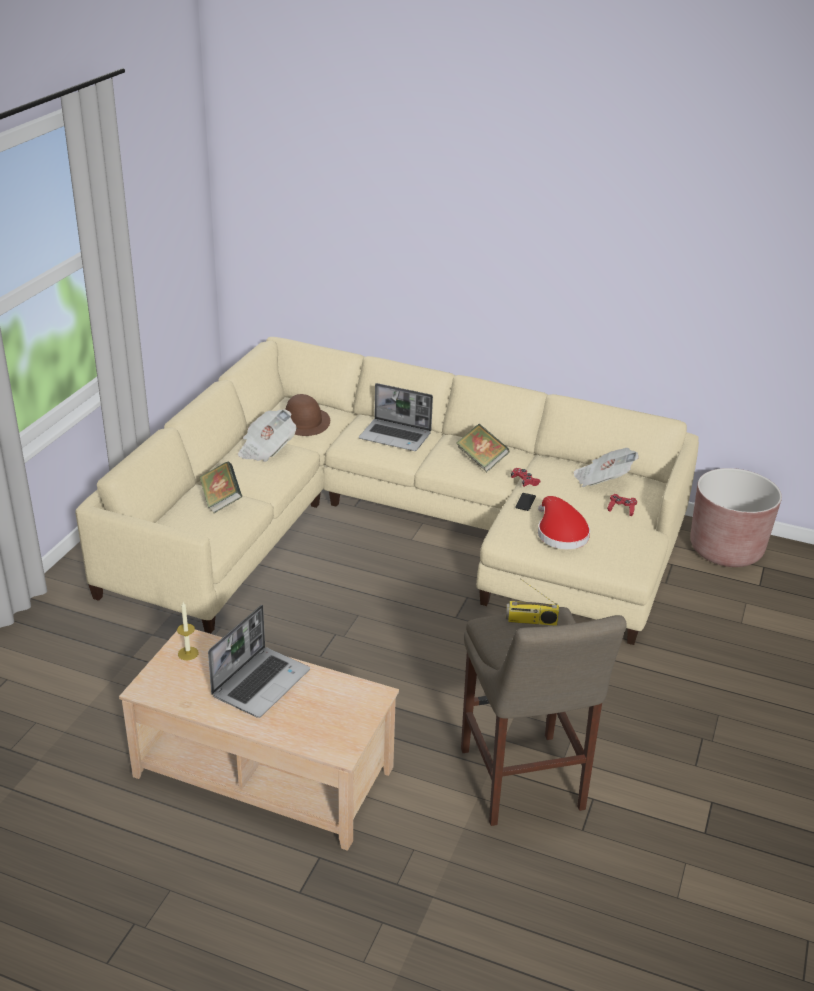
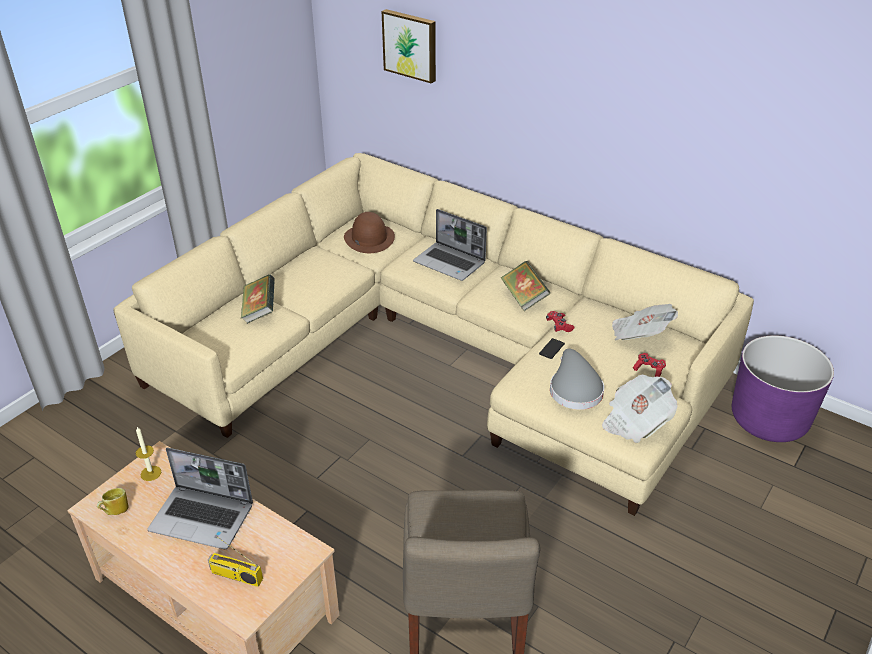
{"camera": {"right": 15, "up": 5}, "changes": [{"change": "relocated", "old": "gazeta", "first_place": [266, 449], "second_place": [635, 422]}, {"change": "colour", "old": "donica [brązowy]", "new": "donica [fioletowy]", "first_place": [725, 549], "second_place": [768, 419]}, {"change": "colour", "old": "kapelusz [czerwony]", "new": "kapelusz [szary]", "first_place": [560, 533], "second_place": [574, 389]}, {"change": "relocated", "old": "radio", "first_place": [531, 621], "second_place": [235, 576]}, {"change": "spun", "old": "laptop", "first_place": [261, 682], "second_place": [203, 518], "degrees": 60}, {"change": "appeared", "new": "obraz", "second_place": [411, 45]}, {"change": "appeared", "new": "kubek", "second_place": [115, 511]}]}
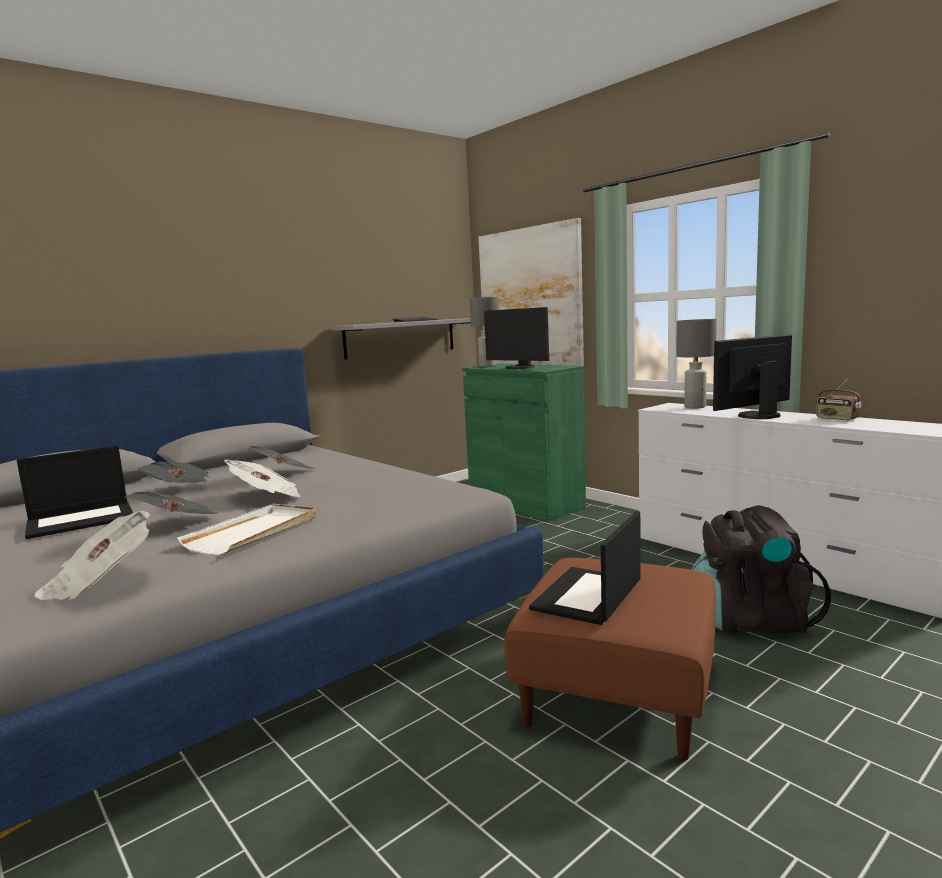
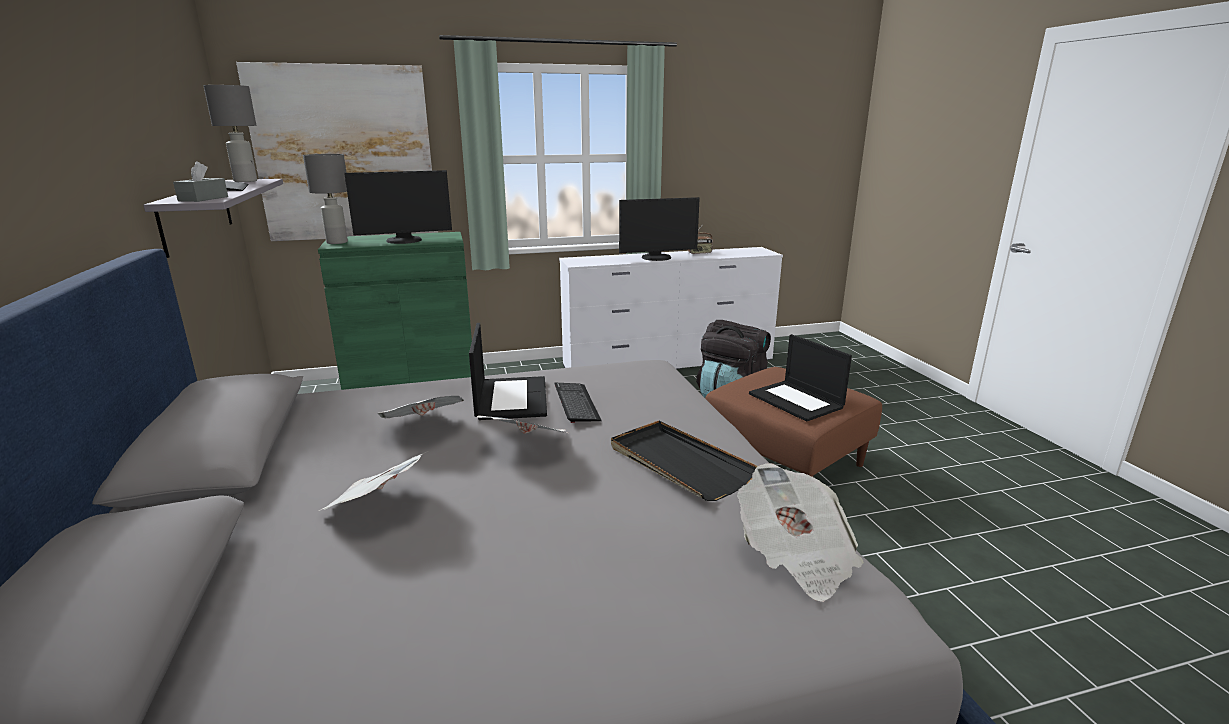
{"camera": {"right": -65, "up": 10}, "changes": [{"change": "relocated", "old": "lampa stołowa [szary]", "first_place": [694, 407], "second_place": [245, 181]}, {"change": "spun", "old": "monitor", "first_place": [757, 415], "second_place": [657, 258], "degrees": -105}, {"change": "relocated", "old": "laptop", "first_place": [82, 520], "second_place": [510, 398]}, {"change": "missing", "old": "gazeta", "first_place": [179, 525]}, {"change": "colour", "old": "taca [biały]", "new": "taca [czarny]", "first_place": [254, 532], "second_place": [679, 463]}, {"change": "appeared", "new": "pudełko chusteczek [szary]", "second_place": [203, 199]}, {"change": "appeared", "new": "klawiatura", "second_place": [576, 403]}]}
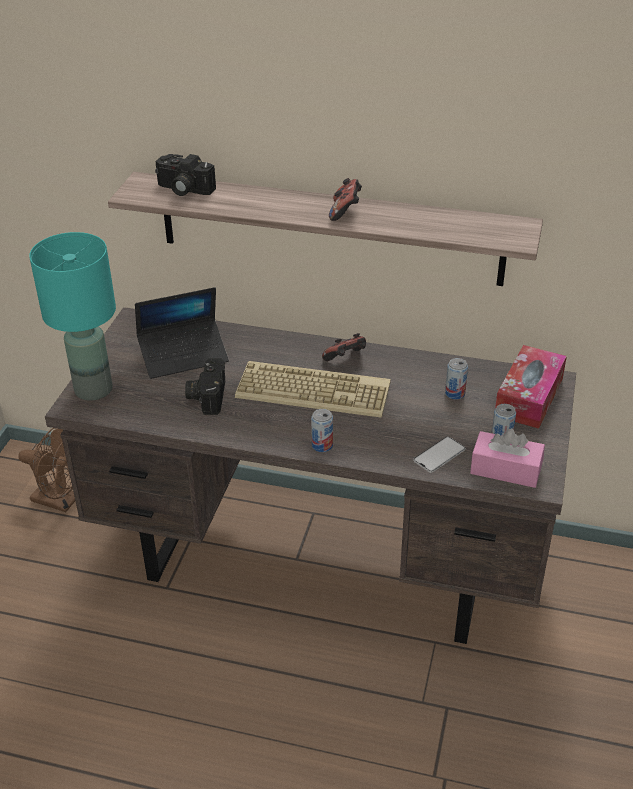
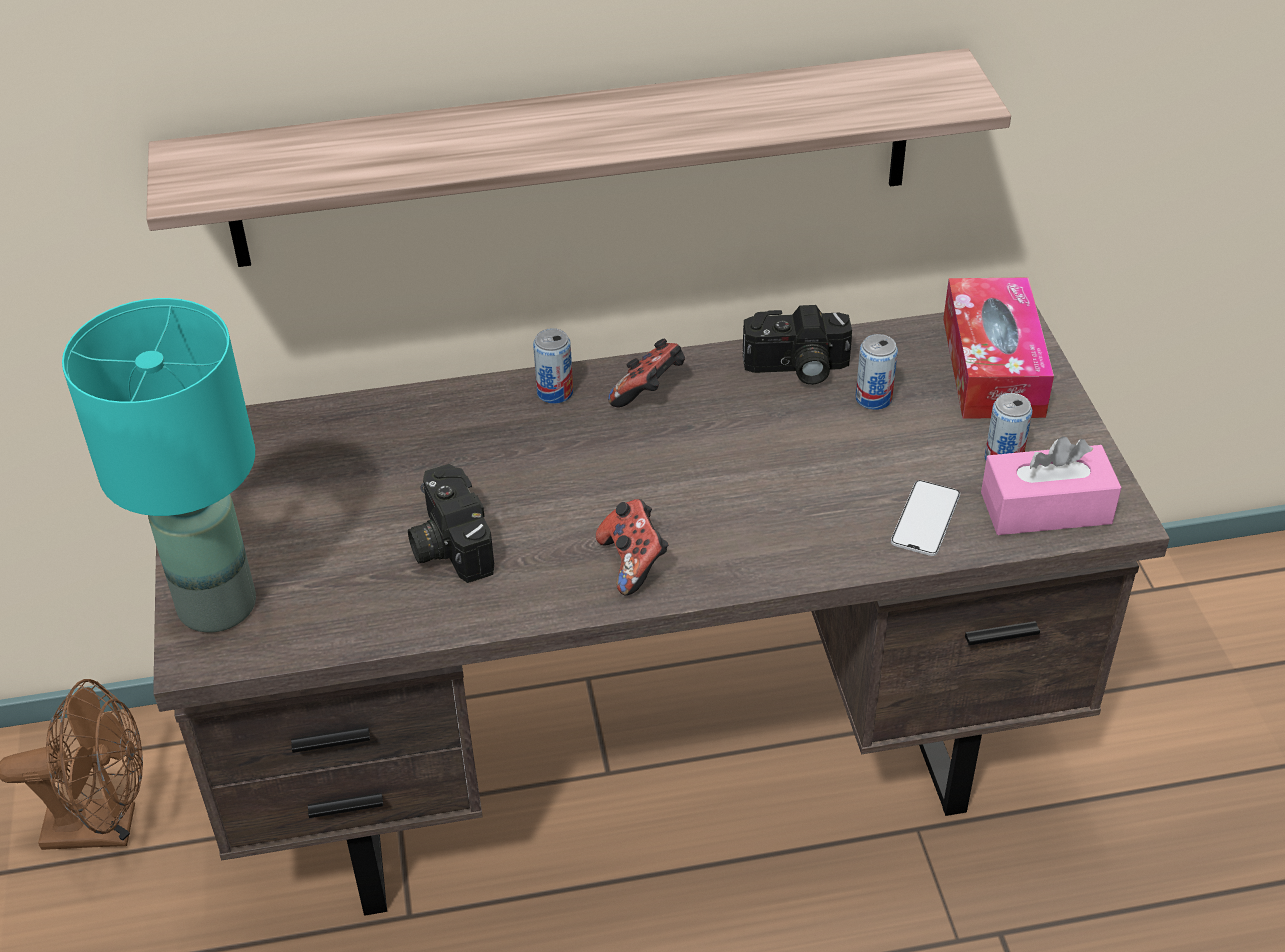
{"camera": {"right": -25, "up": 5}, "changes": [{"change": "relocated", "old": "aparat fotograficzny", "first_place": [183, 189], "second_place": [796, 368]}, {"change": "relocated", "old": "pad do gier", "first_place": [345, 212], "second_place": [633, 563]}, {"change": "missing", "old": "laptop", "first_place": [183, 355]}, {"change": "missing", "old": "klawiatura", "first_place": [315, 389]}, {"change": "relocated", "old": "puszka", "first_place": [322, 445], "second_place": [555, 392]}]}
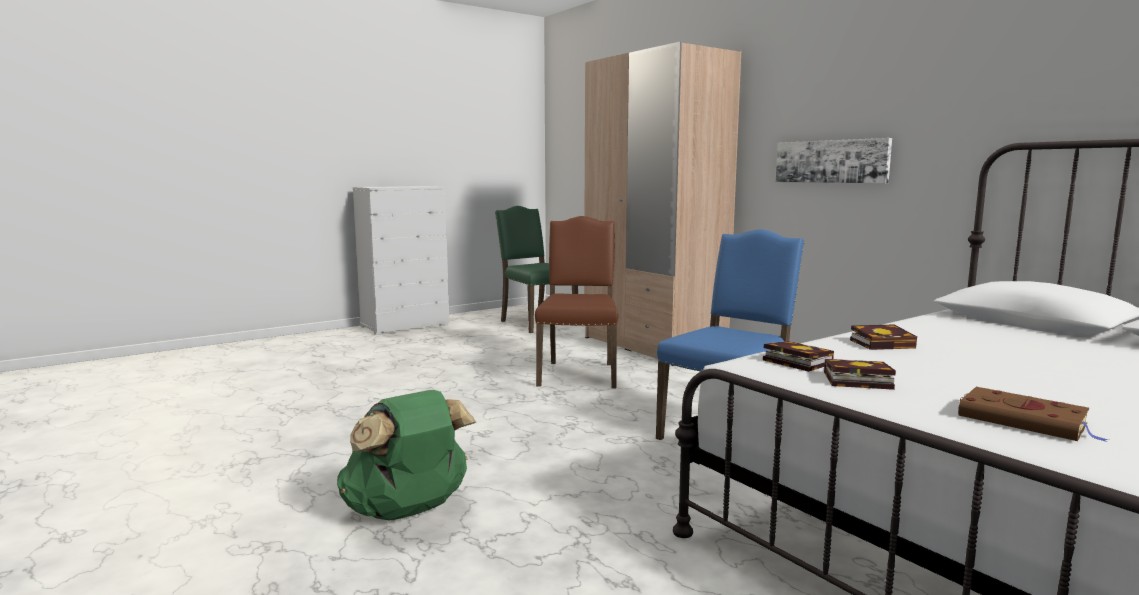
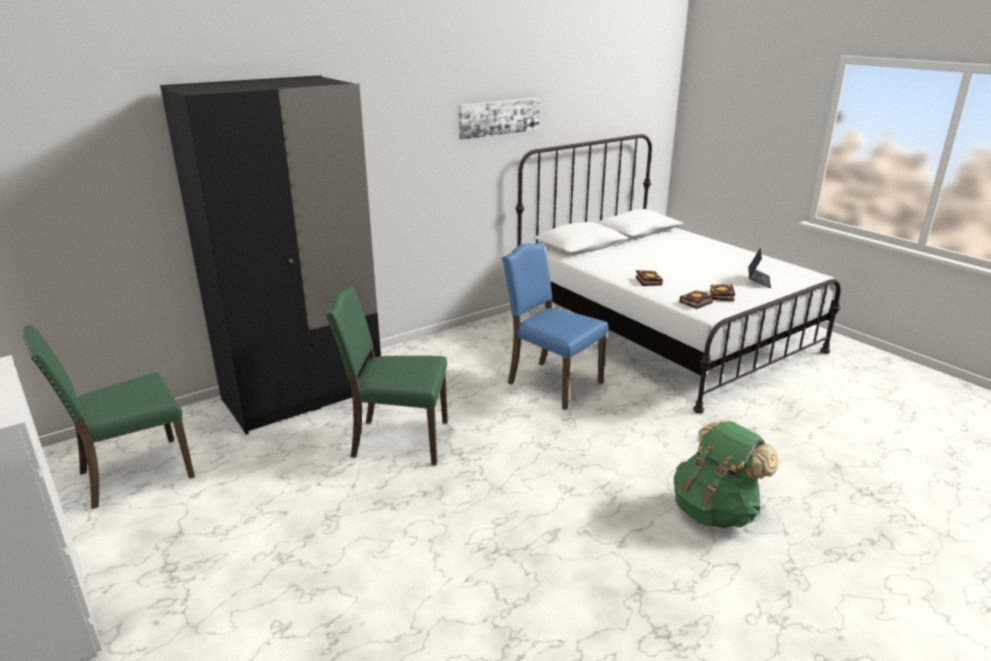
{"camera": {"right": -90, "up": 15}, "changes": [{"change": "colour", "old": "szafa [beżowy]", "new": "szafa [czarny]", "first_place": [653, 345], "second_place": [303, 394]}, {"change": "relocated", "old": "obraz", "first_place": [831, 161], "second_place": [499, 117]}, {"change": "colour", "old": "krzesło [brązowy]", "new": "krzesło [zielony]", "first_place": [579, 373], "second_place": [397, 440]}, {"change": "exchanged", "old": "książka [brązowy]", "new": "laptop", "first_place": [1025, 421], "second_place": [758, 281]}]}
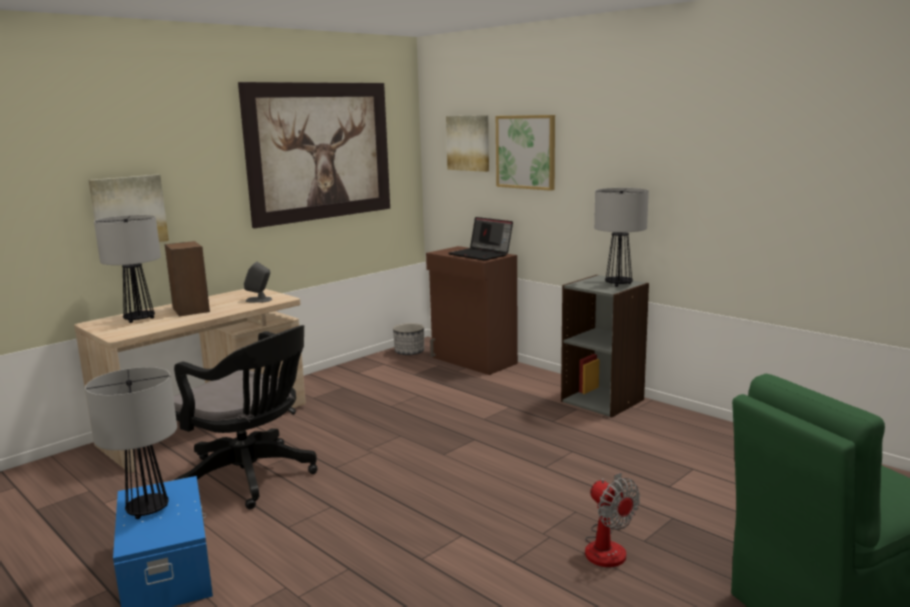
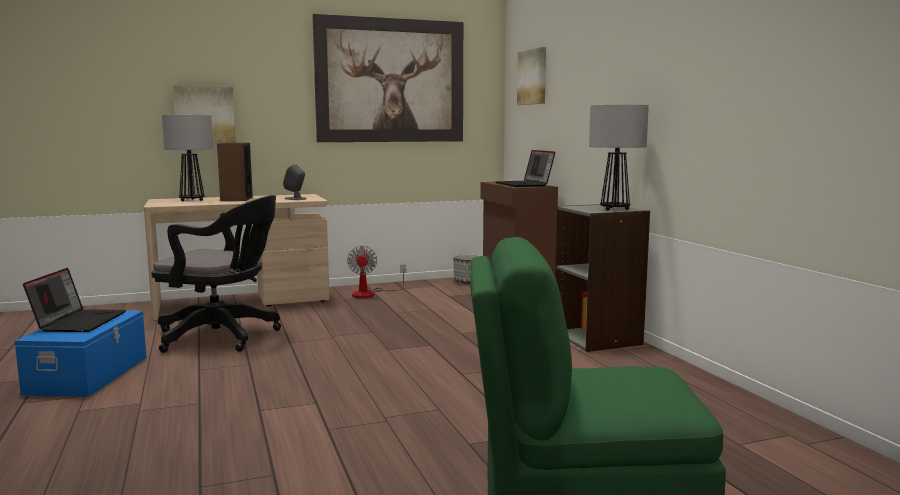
{"camera": {"right": 25, "up": -5}, "changes": [{"change": "missing", "old": "obraz", "first_place": [526, 152]}, {"change": "spun", "old": "krzesło biurowe [czarny]", "first_place": [252, 477], "second_place": [223, 337], "degrees": -45}, {"change": "exchanged", "old": "lampa stołowa", "new": "laptop", "first_place": [147, 510], "second_place": [79, 321]}, {"change": "relocated", "old": "wentylator", "first_place": [608, 546], "second_place": [370, 293]}]}
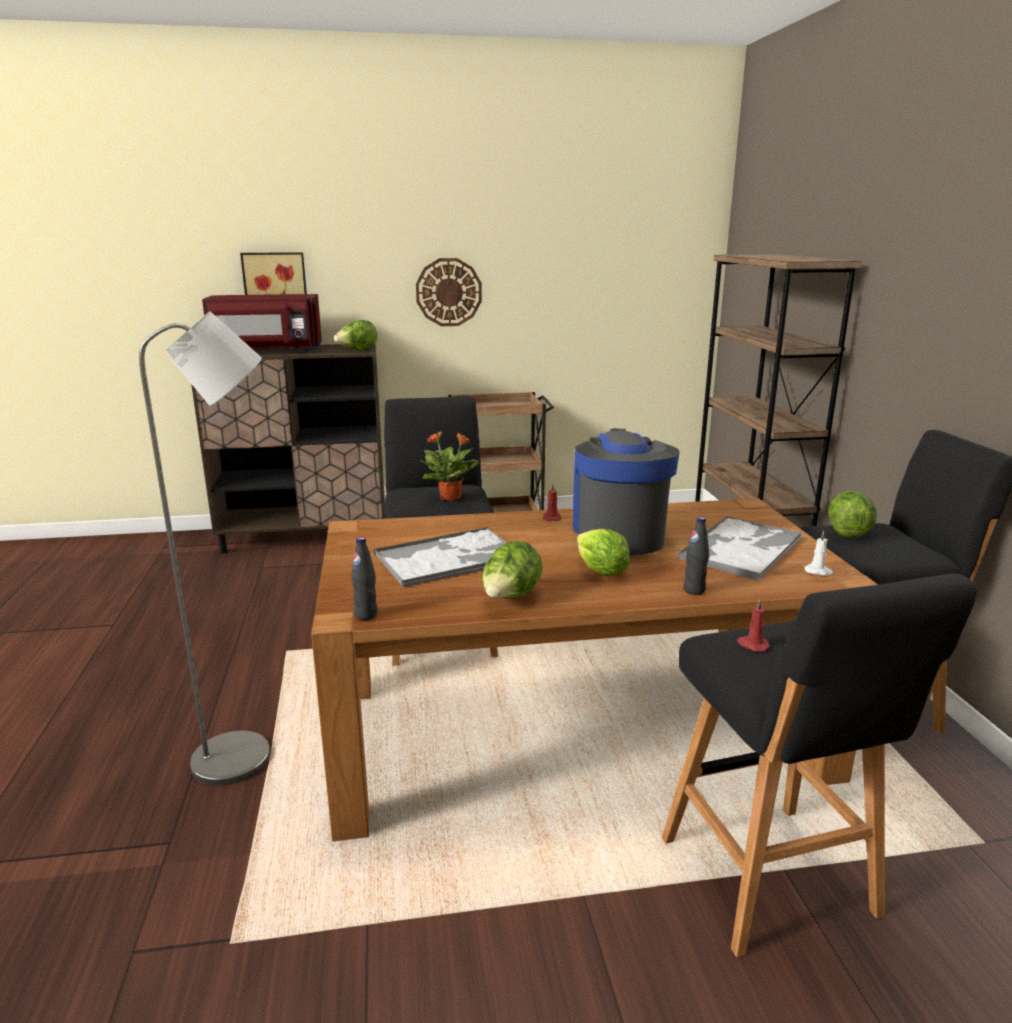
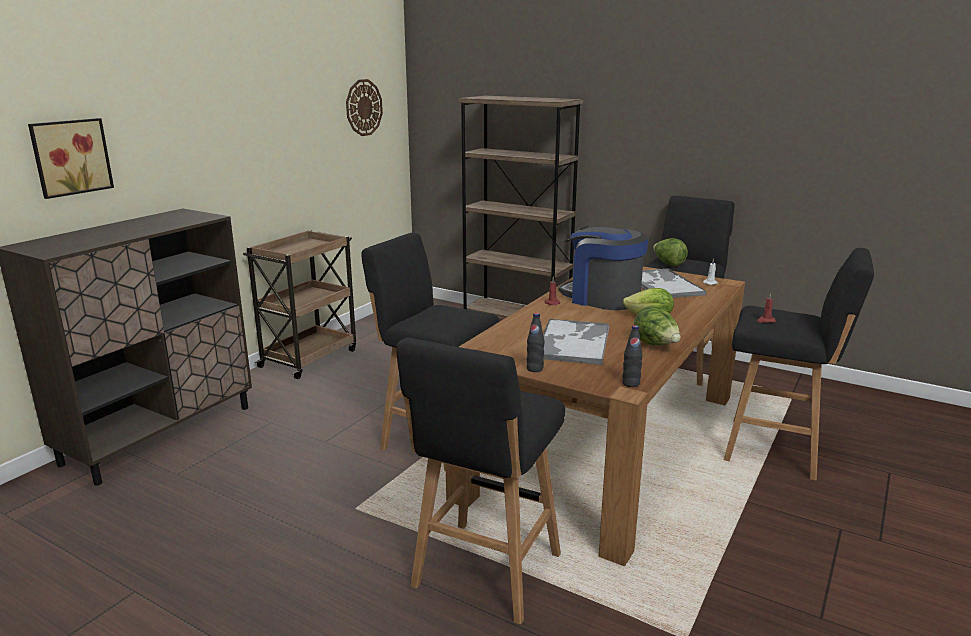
{"camera": {"right": -50, "up": 0}, "changes": [{"change": "relocated", "old": "zegar ścienny", "first_place": [448, 292], "second_place": [363, 107]}, {"change": "missing", "old": "mikrofalówka [czerwony]", "first_place": [266, 351]}, {"change": "exchanged", "old": "lampa stojąca [szary]", "new": "stołek [czarny]", "first_place": [247, 757], "second_place": [485, 573]}, {"change": "missing", "old": "sałata", "first_place": [357, 351]}, {"change": "missing", "old": "roślina doniczkowa", "first_place": [451, 498]}, {"change": "relocated", "old": "butelka [czarny]", "first_place": [694, 590], "second_place": [534, 369]}]}
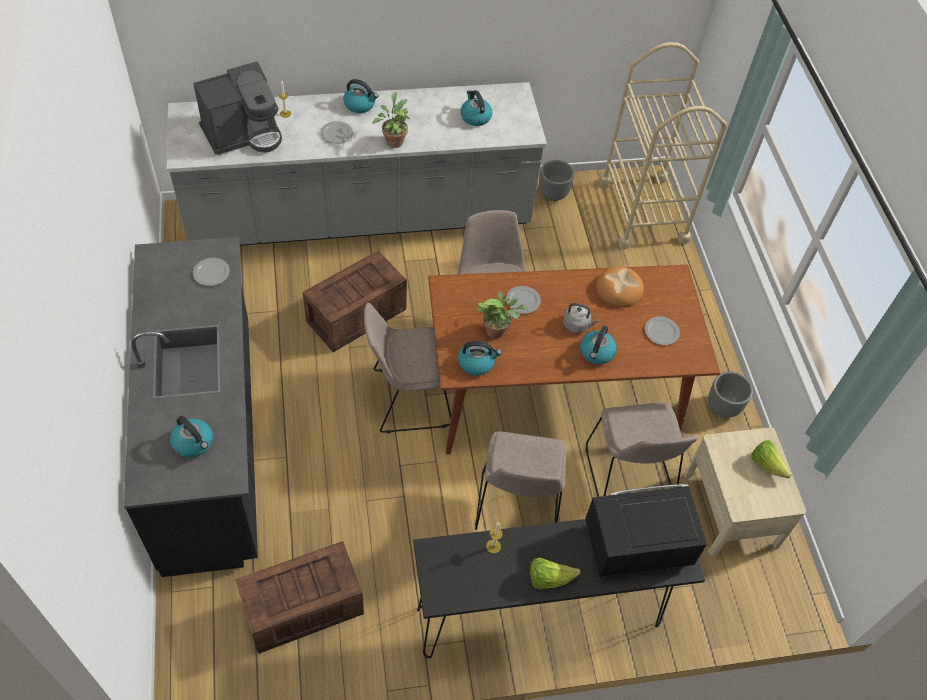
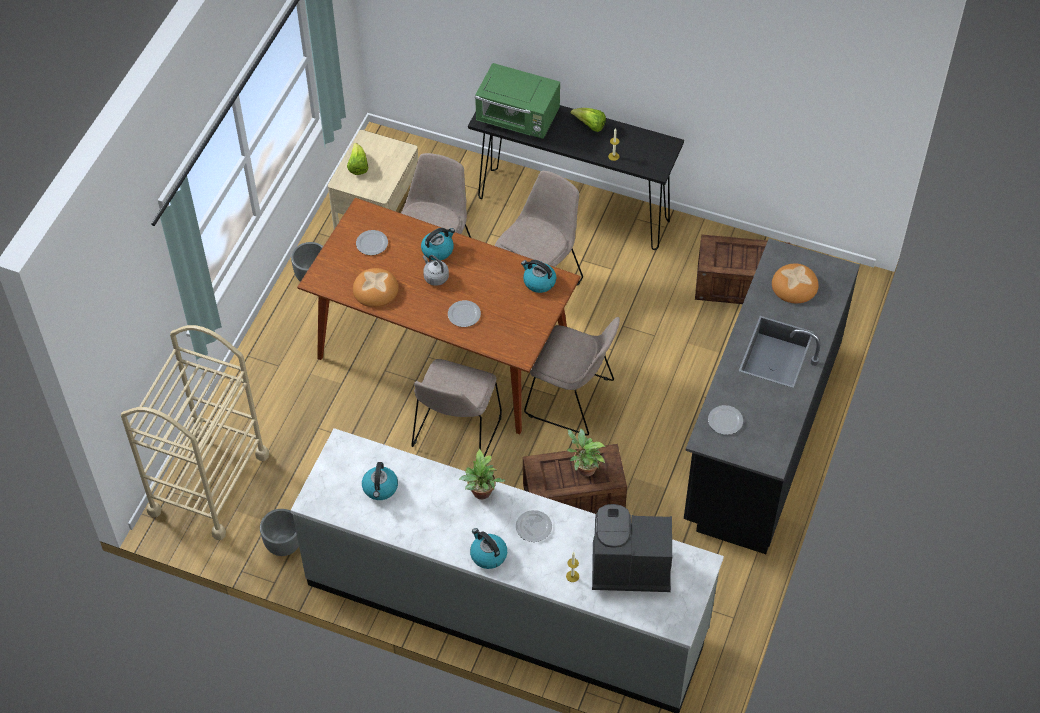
{"camera": {"right": -145, "up": 0}, "changes": [{"change": "relocated", "old": "roślina doniczkowa", "first_place": [498, 330], "second_place": [584, 468]}, {"change": "exchanged", "old": "czajnik", "new": "chleb", "first_place": [194, 443], "second_place": [794, 286]}, {"change": "colour", "old": "mikrofalówka [czarny]", "new": "mikrofalówka [zielony]", "first_place": [635, 545], "second_place": [518, 119]}]}
